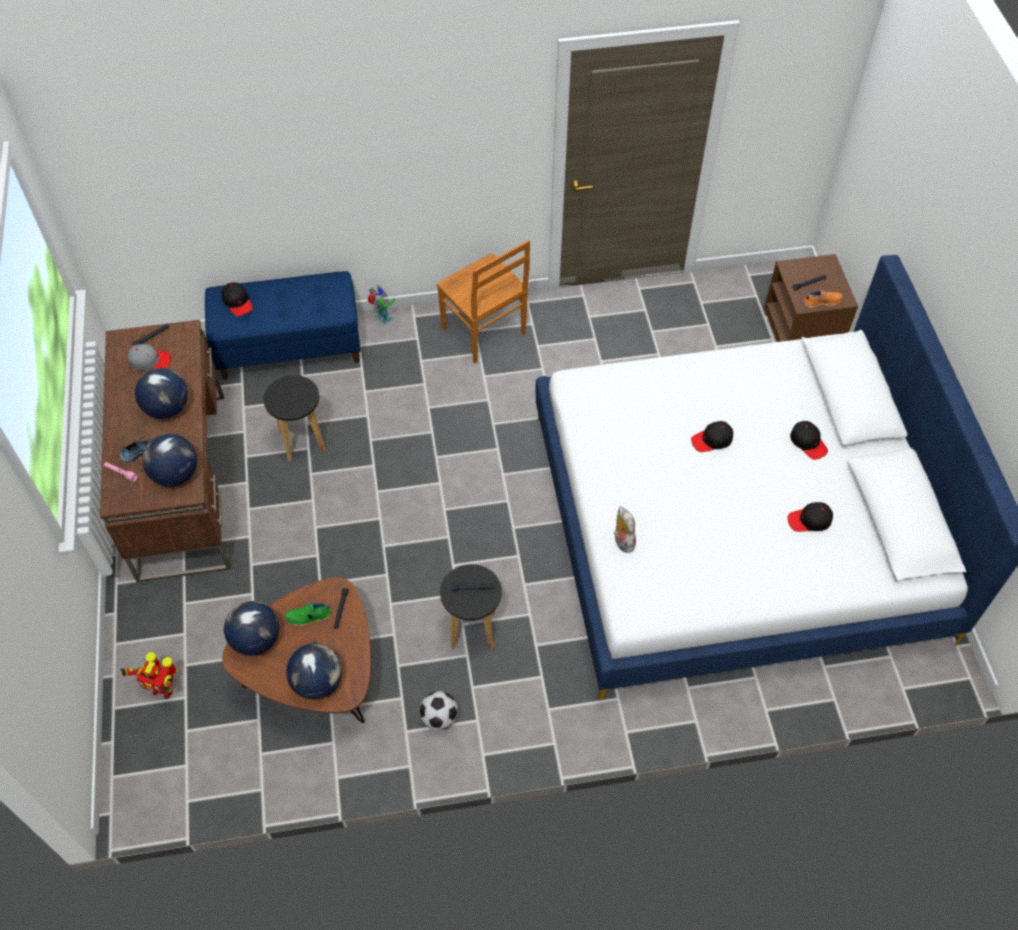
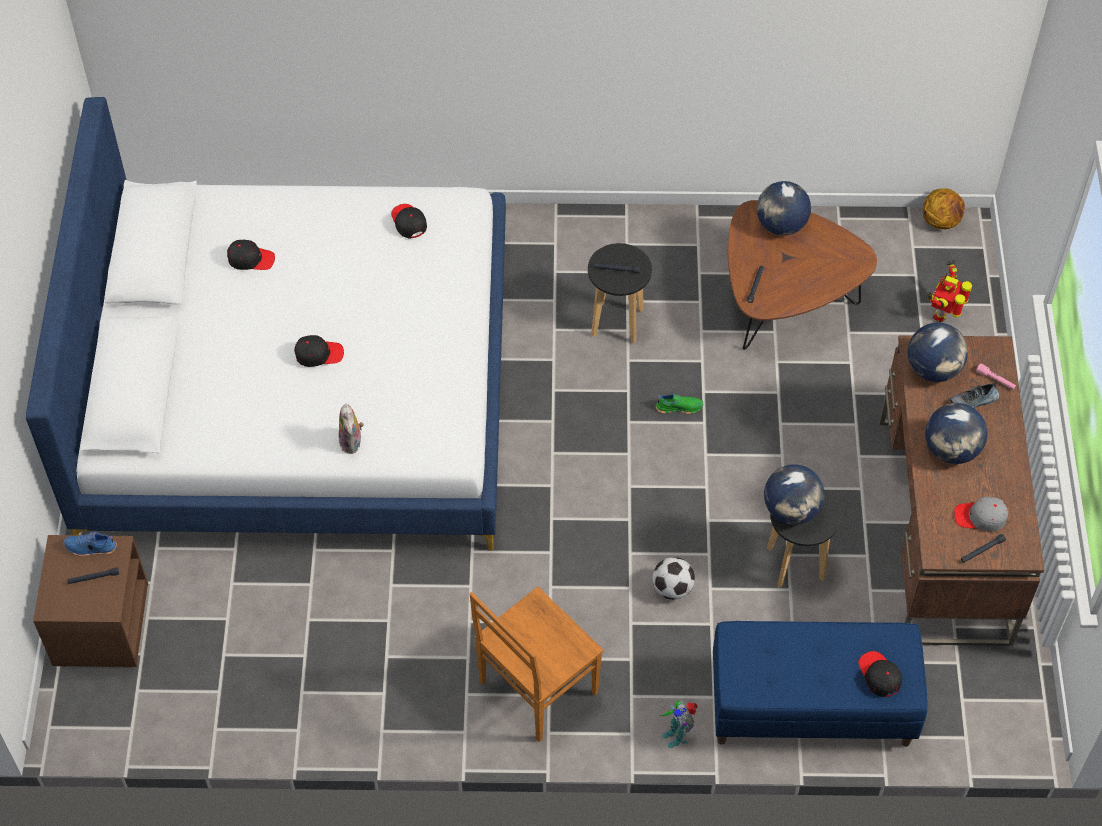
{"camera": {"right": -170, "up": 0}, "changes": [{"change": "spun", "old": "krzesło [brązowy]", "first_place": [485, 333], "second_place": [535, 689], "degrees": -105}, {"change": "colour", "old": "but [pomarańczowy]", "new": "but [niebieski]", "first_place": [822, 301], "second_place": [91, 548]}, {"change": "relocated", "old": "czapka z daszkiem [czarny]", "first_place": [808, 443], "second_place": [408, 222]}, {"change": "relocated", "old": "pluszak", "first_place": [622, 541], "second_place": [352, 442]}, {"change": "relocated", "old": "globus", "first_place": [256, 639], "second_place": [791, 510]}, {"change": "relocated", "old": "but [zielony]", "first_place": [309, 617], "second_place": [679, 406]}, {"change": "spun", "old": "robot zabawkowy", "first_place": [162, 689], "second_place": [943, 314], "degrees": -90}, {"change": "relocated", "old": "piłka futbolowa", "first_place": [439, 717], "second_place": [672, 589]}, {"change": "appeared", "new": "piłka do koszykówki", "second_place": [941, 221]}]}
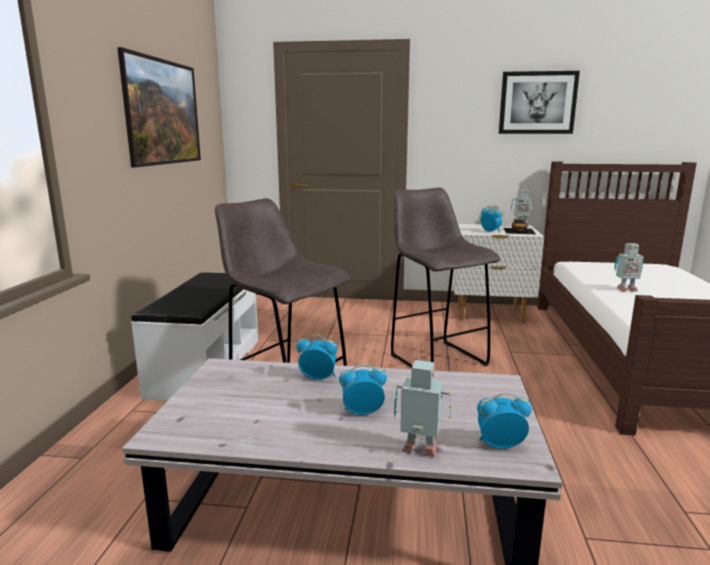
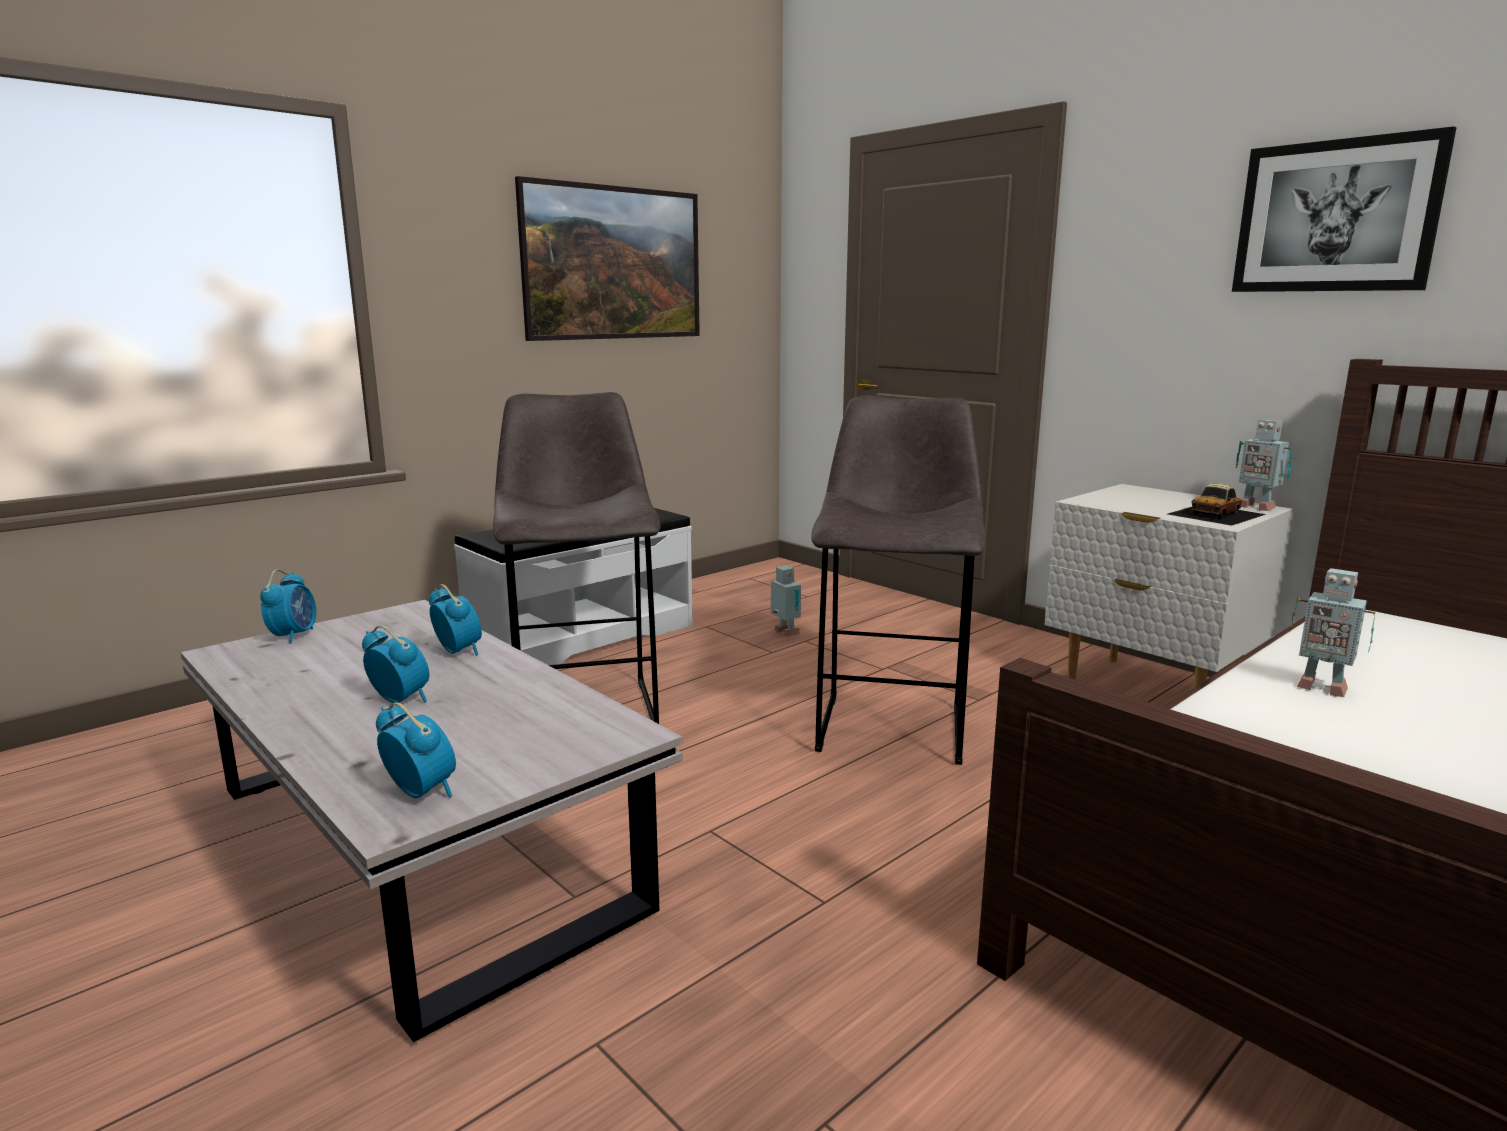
{"camera": {"right": 40, "up": 0}, "changes": [{"change": "relocated", "old": "budzik", "first_place": [490, 231], "second_place": [294, 635]}, {"change": "relocated", "old": "robot zabawkowy", "first_place": [420, 451], "second_place": [785, 633]}]}
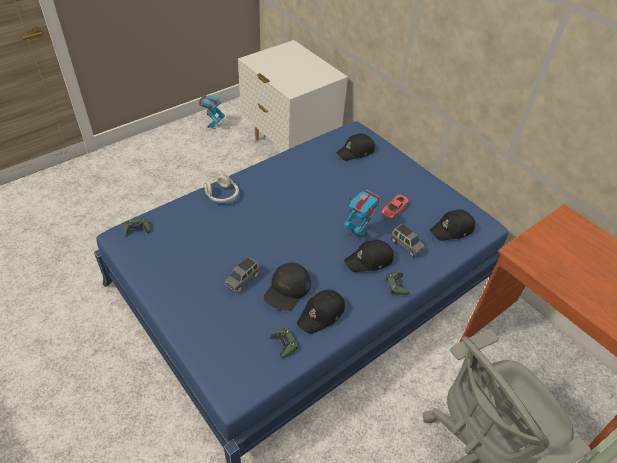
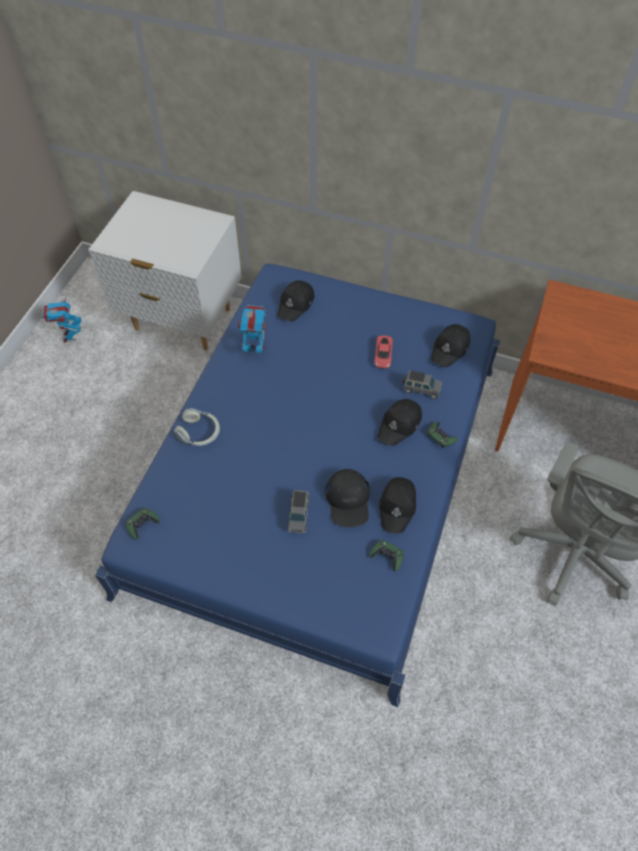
{"camera": {"right": -30, "up": 10}, "changes": [{"change": "relocated", "old": "robot zabawkowy", "first_place": [358, 233], "second_place": [255, 350]}]}
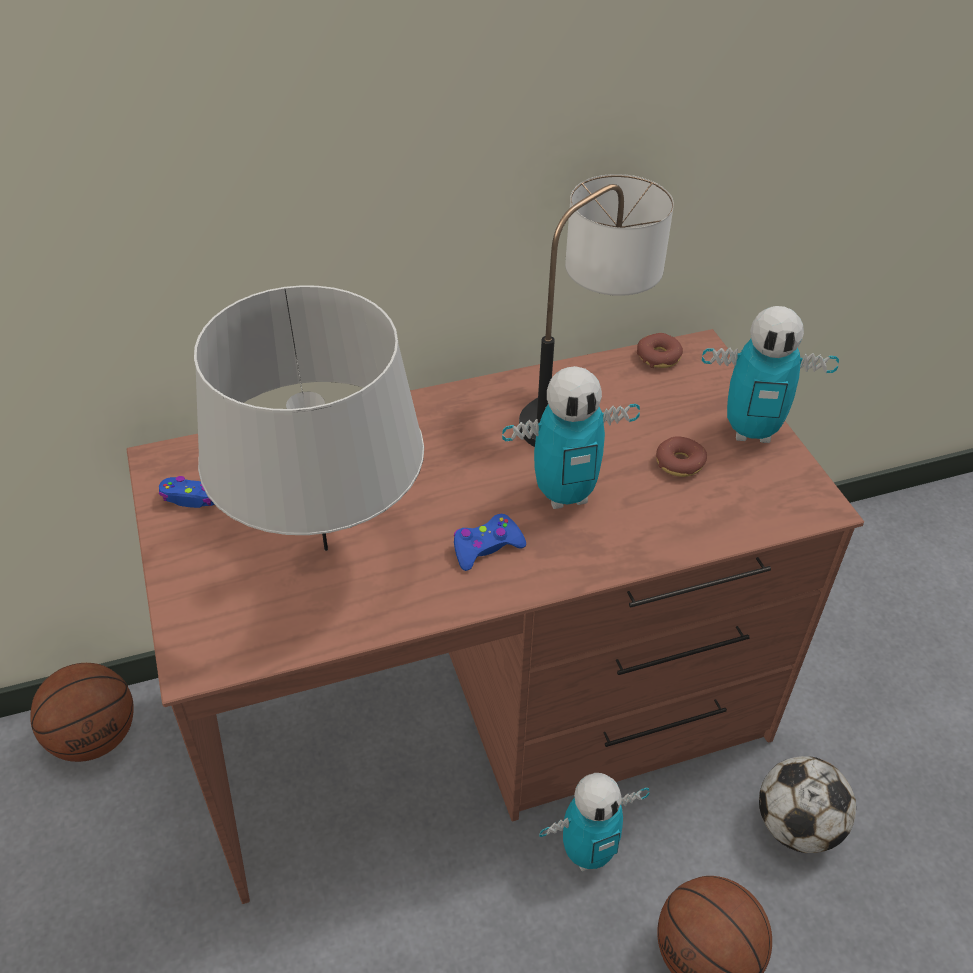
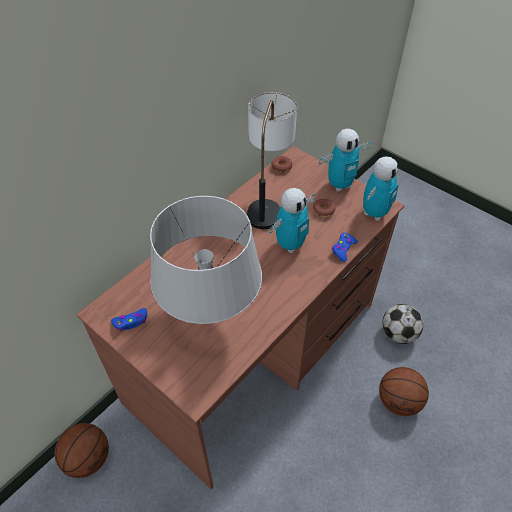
{"camera": {"right": -30, "up": 5}, "changes": [{"change": "relocated", "old": "pad do gier [niebieski]", "first_place": [486, 547], "second_place": [343, 249]}, {"change": "relocated", "old": "robot zabawkowy", "first_place": [588, 852], "second_place": [374, 213]}]}
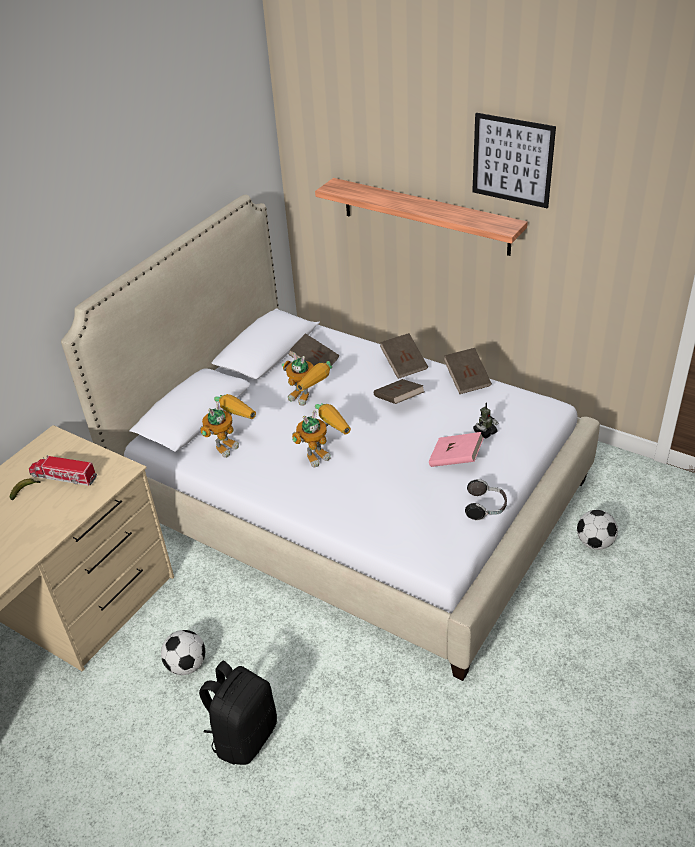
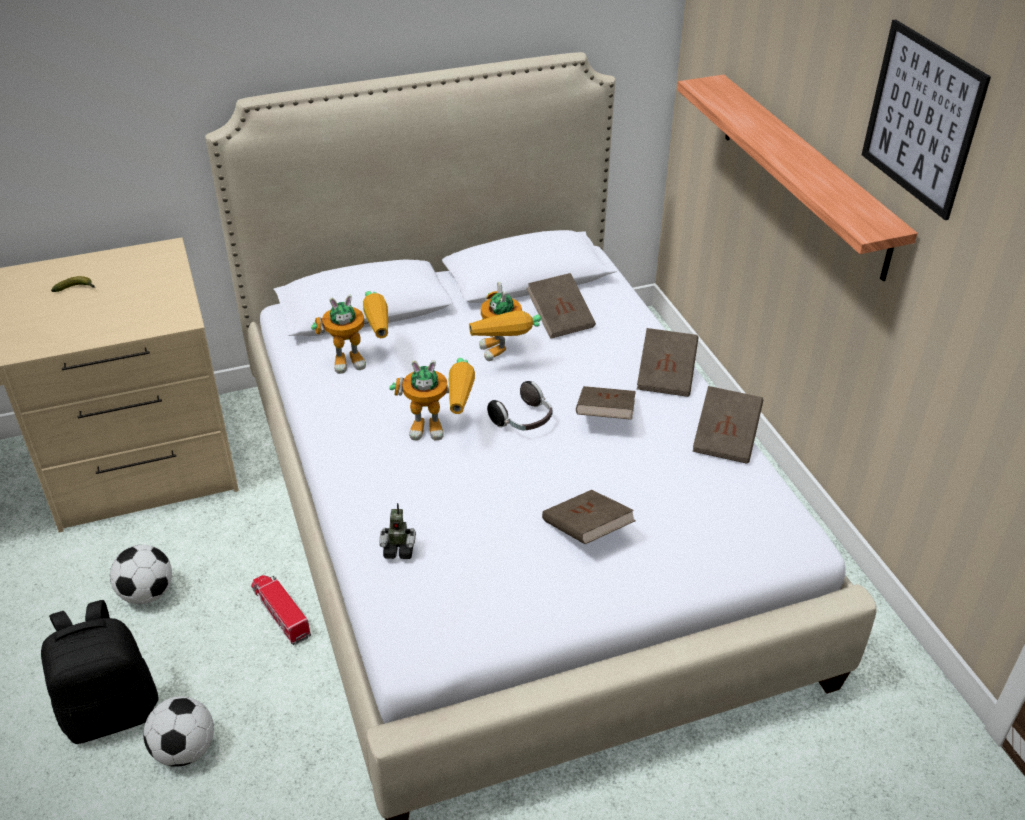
{"camera": {"right": 35, "up": 0}, "changes": [{"change": "relocated", "old": "robot zabawkowy", "first_place": [485, 432], "second_place": [399, 549]}, {"change": "colour", "old": "książka [różowy]", "new": "książka [brązowy]", "first_place": [455, 459], "second_place": [586, 531]}, {"change": "relocated", "old": "ciężarówka zabawkowa", "first_place": [63, 477], "second_place": [280, 613]}, {"change": "relocated", "old": "słuchawki", "first_place": [485, 508], "second_place": [523, 421]}, {"change": "relocated", "old": "piłka futbolowa", "first_place": [594, 543], "second_place": [184, 750]}]}
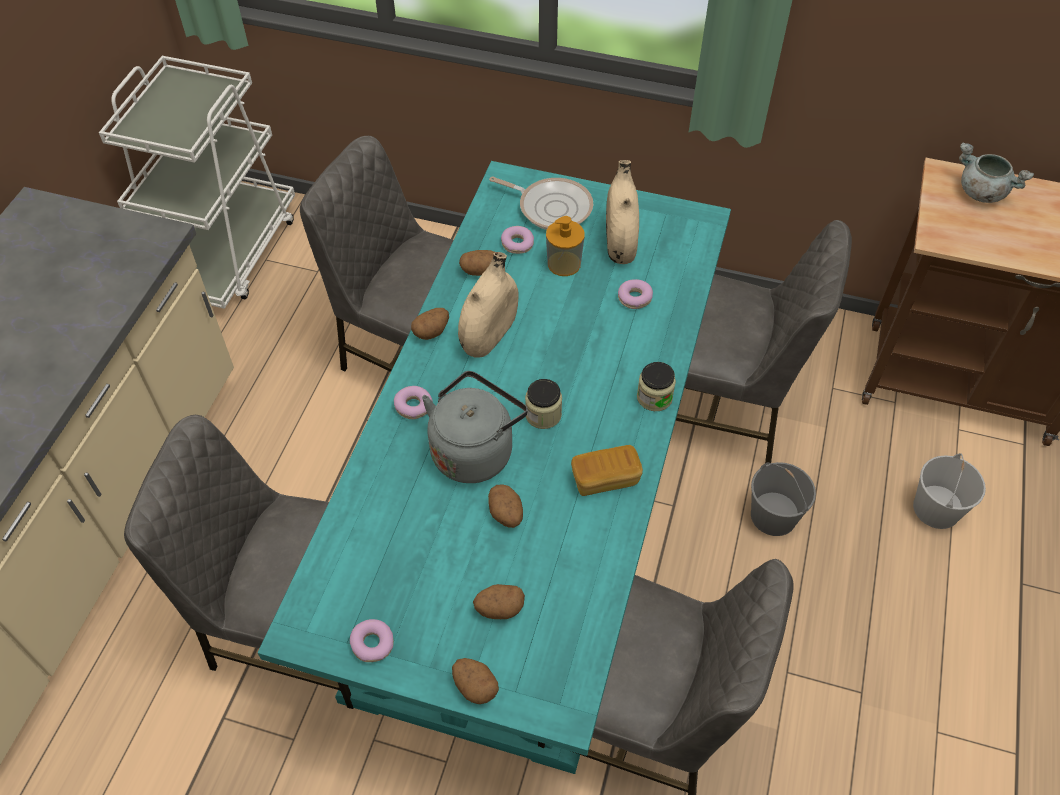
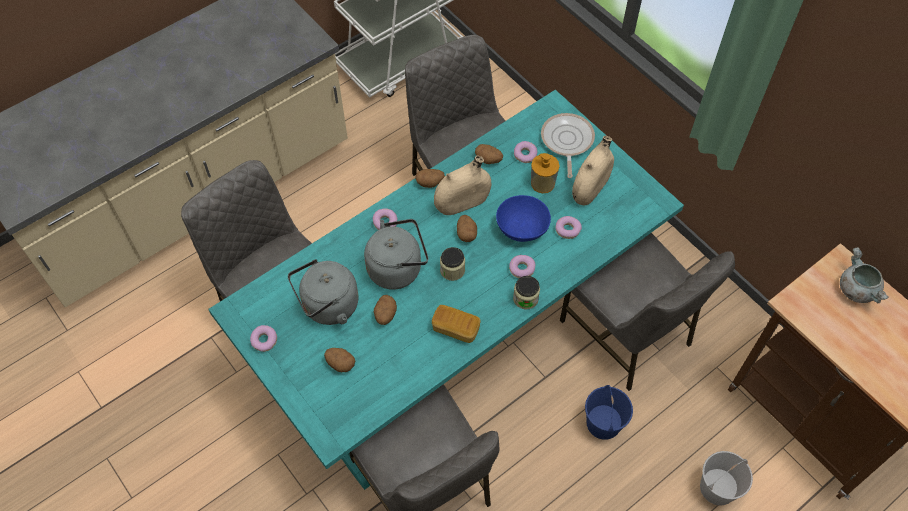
{"camera": {"right": 35, "up": 5}, "changes": [{"change": "spun", "old": "patelnia", "first_place": [551, 207], "second_place": [566, 141], "degrees": -150}, {"change": "colour", "old": "wiadro [szary]", "new": "wiadro [niebieski]", "first_place": [774, 516], "second_place": [604, 423]}, {"change": "relocated", "old": "ziemniak", "first_place": [475, 686], "second_place": [466, 233]}, {"change": "appeared", "new": "miska [niebieski]", "second_place": [521, 227]}, {"change": "appeared", "new": "donut", "second_place": [522, 269]}, {"change": "appeared", "new": "czajnik [szary]", "second_place": [328, 307]}]}
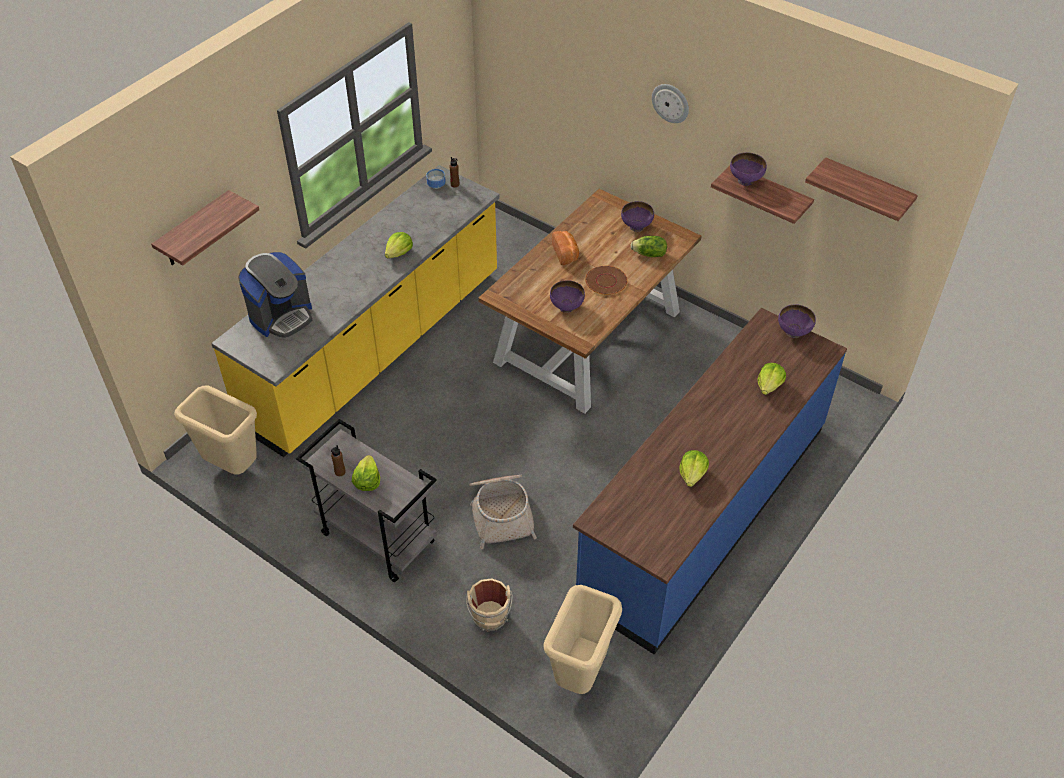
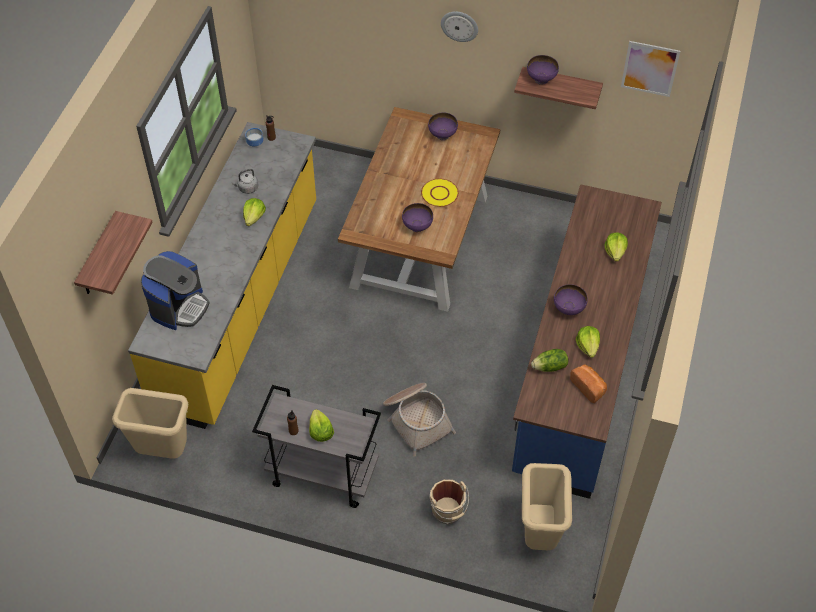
{"camera": {"right": -20, "up": 5}, "changes": [{"change": "exchanged", "old": "półka", "new": "obraz", "first_place": [866, 190], "second_place": [650, 68]}, {"change": "relocated", "old": "chleb", "first_place": [566, 254], "second_place": [589, 387]}, {"change": "relocated", "old": "sałata", "first_place": [649, 254], "second_place": [550, 367]}, {"change": "colour", "old": "talerz [brązowy]", "new": "talerz [żółty]", "first_place": [606, 281], "second_place": [439, 193]}, {"change": "relocated", "old": "miska [fioletowy]", "first_place": [793, 332], "second_place": [568, 309]}, {"change": "appeared", "new": "czajnik [szary]", "second_place": [247, 188]}]}
